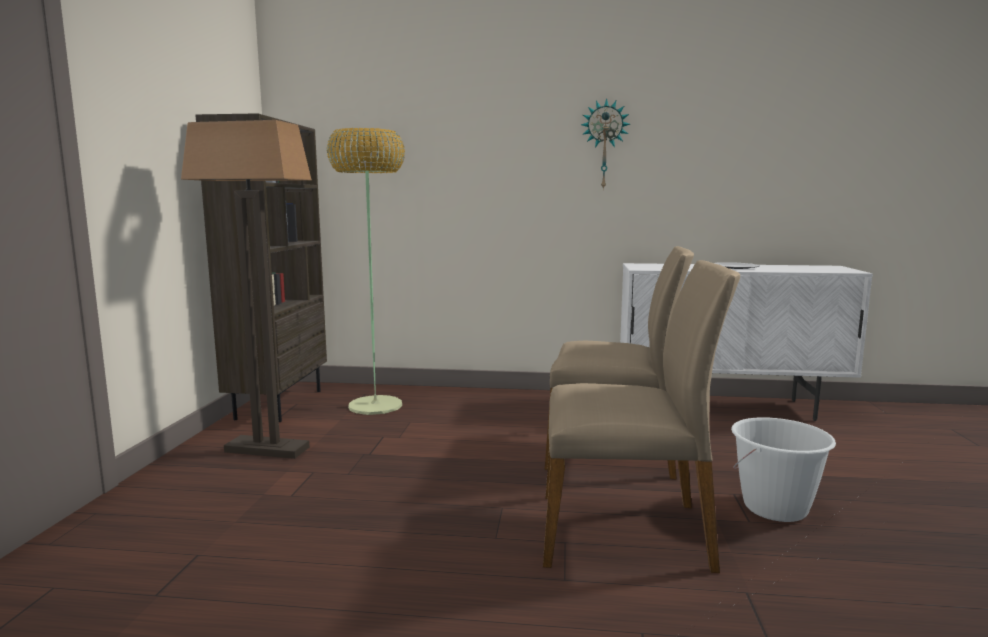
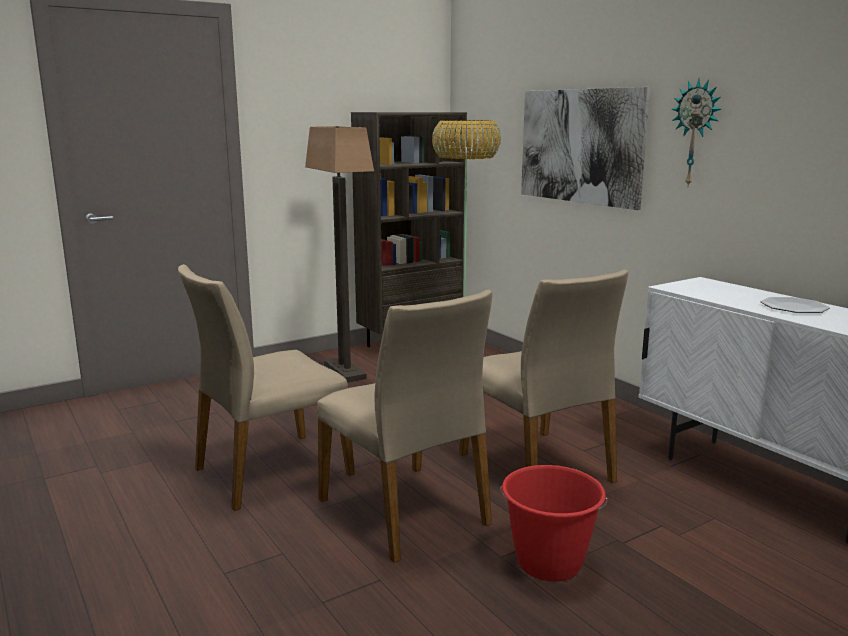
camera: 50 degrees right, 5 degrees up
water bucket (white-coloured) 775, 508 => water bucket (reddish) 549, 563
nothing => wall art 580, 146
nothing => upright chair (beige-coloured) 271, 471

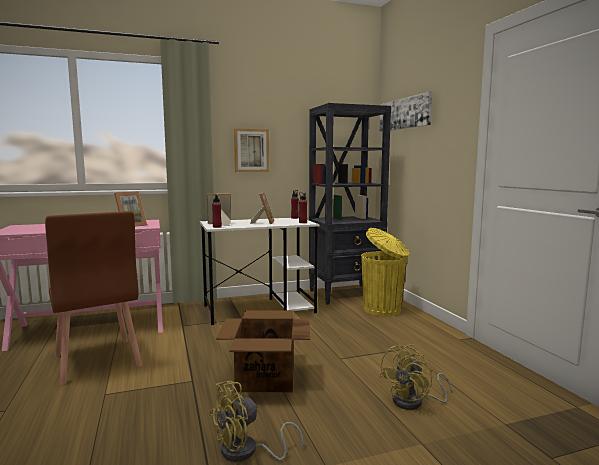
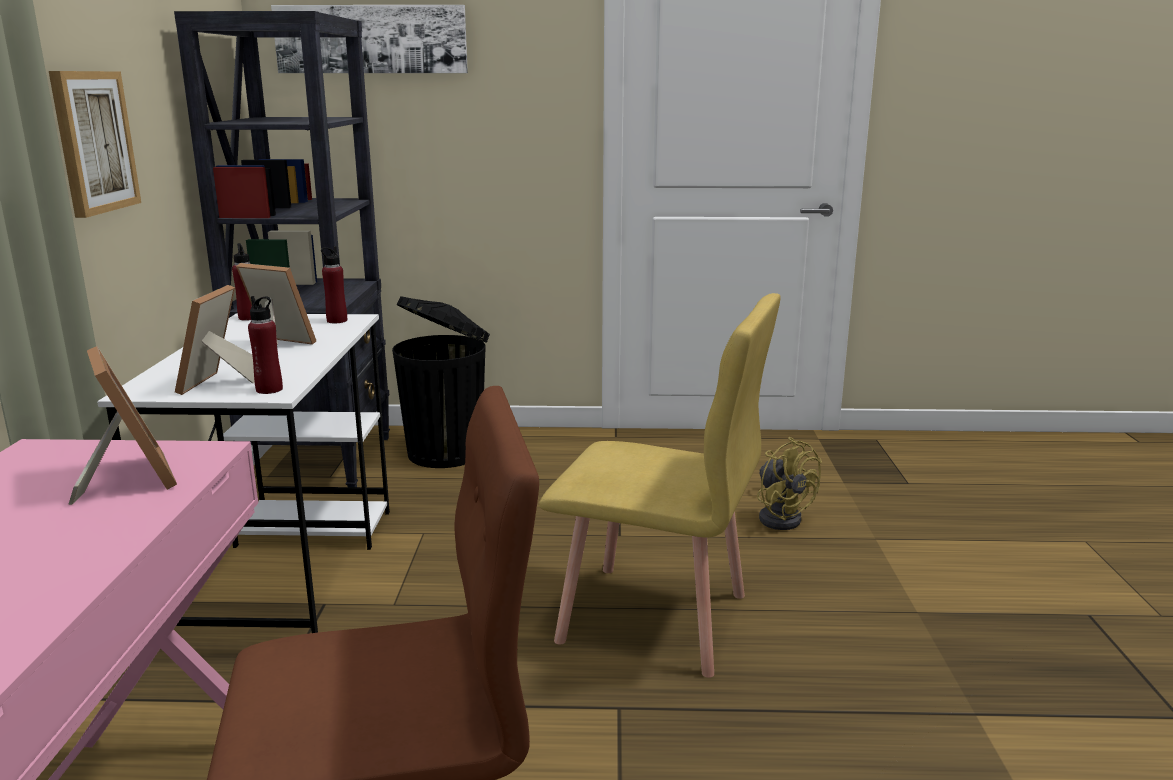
camera: 70 degrees left, 10 degrees up
trash can (yellowish) 383, 310 => trash can (black-coloured) 447, 452
cardboard box 265, 378 => upright chair (yellowish) 655, 619
fan (yellowish) 246, 452 => nothing

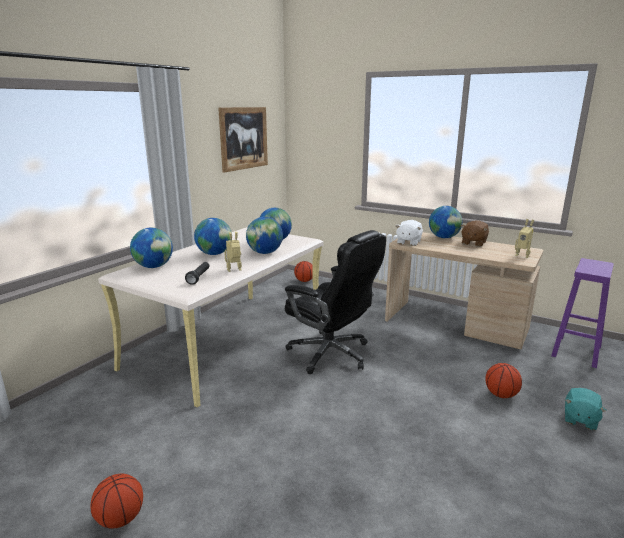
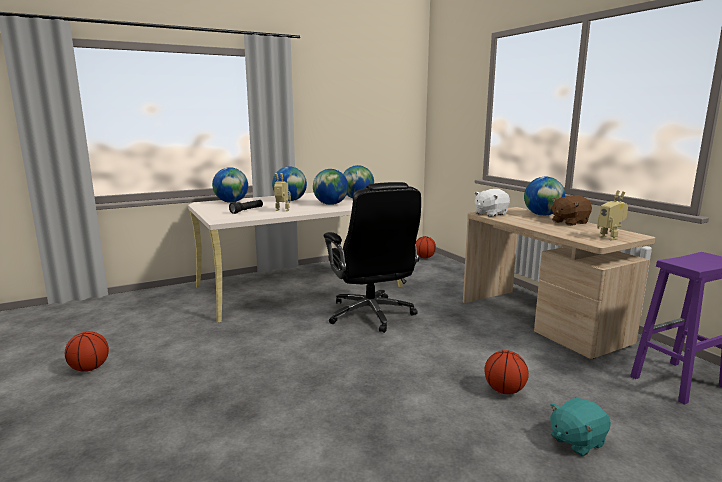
camera: 30 degrees right, 5 degrees down
wall art 244, 138 => nothing

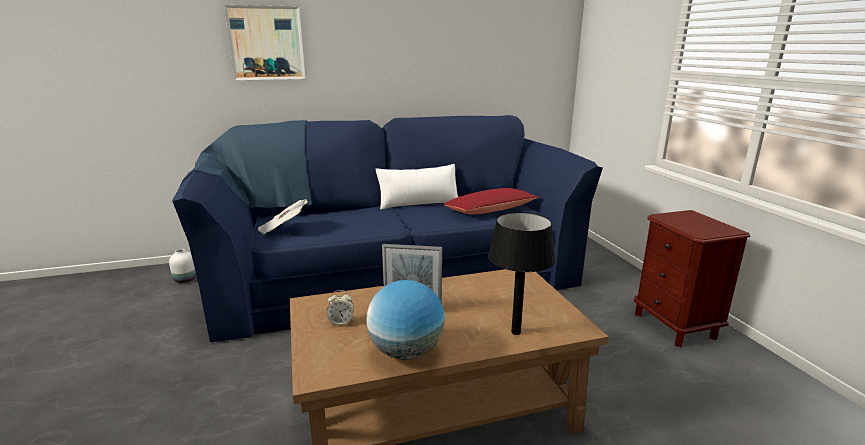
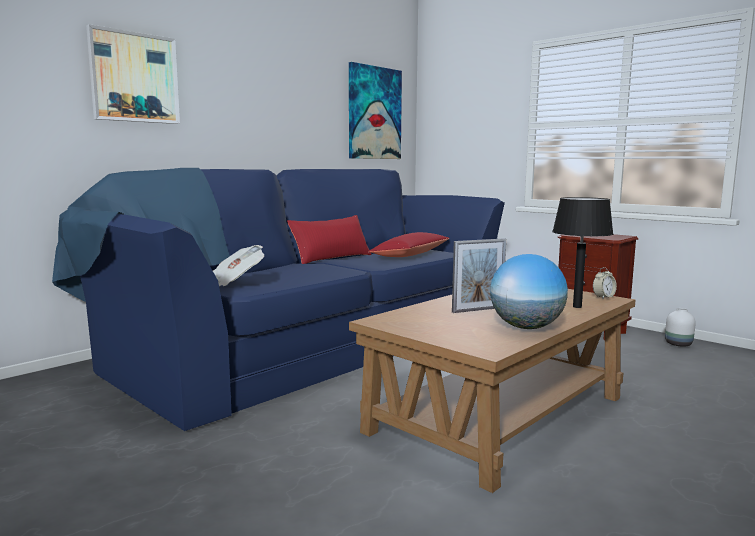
camera: 30 degrees left, 10 degrees down
cushion (white-coloured) 418, 204 => cushion (reddish) 331, 258
vase (white-coloured) 185, 279 => vase (white-coloured) 677, 344, moved
alarm clock 341, 322 => alarm clock 603, 297, moved
nothing => wall art 374, 113

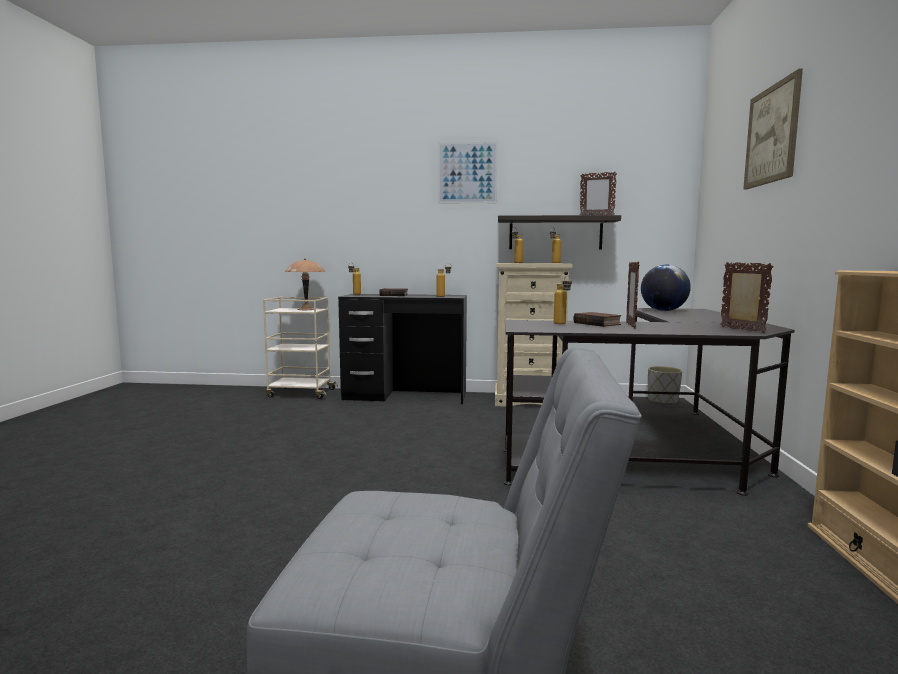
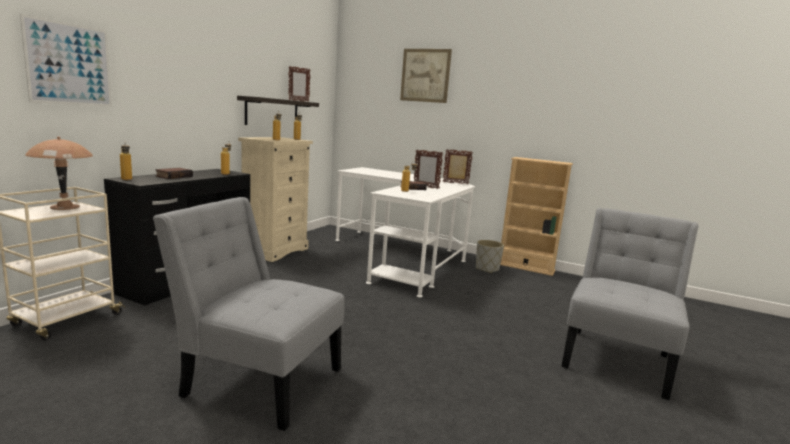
camera: 70 degrees left, 5 degrees up
wall art 467, 173 => wall art 69, 64, moved
globe 663, 311 => nothing
desk unit (black-coloured) 653, 452 => desk unit (white-coloured) 404, 257
planter (greyish) 662, 401 => planter (greyish) 487, 269, moved
nothing => upright chair (greyish) 257, 379

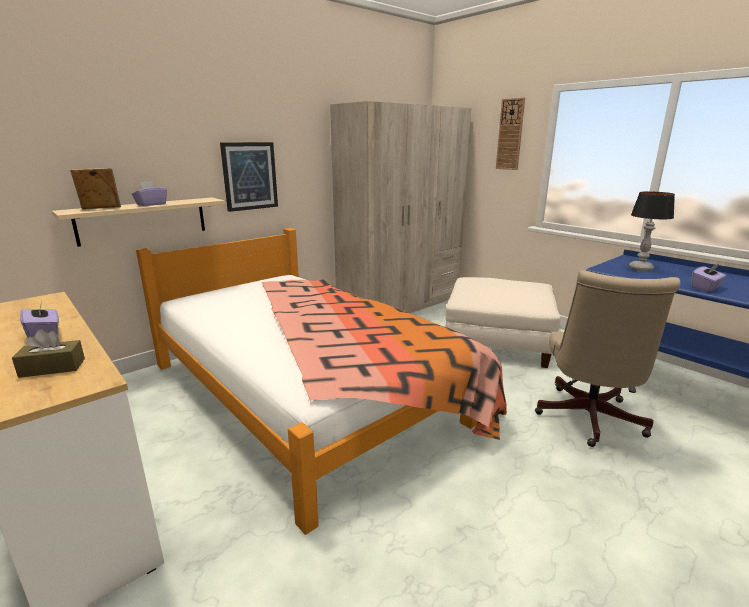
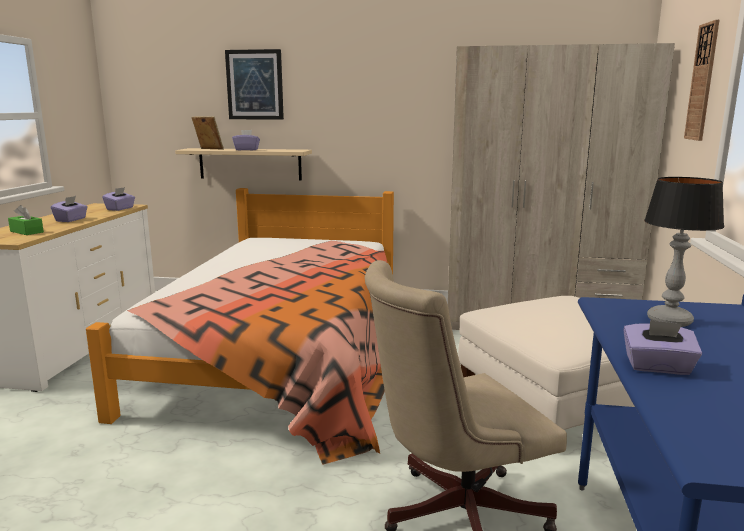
camera: 50 degrees right, 5 degrees down
wall art 250, 176 => wall art 255, 85, moved
box of tissues (brownish) 52, 368 => box of tissues (greenish) 26, 232
nothing => box of tissues (purple-coloured) 120, 209

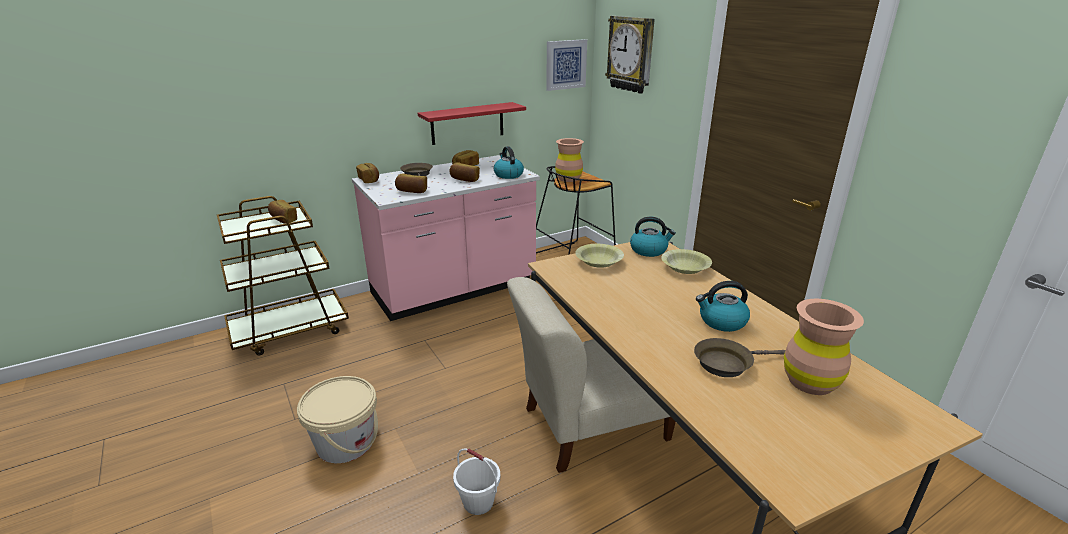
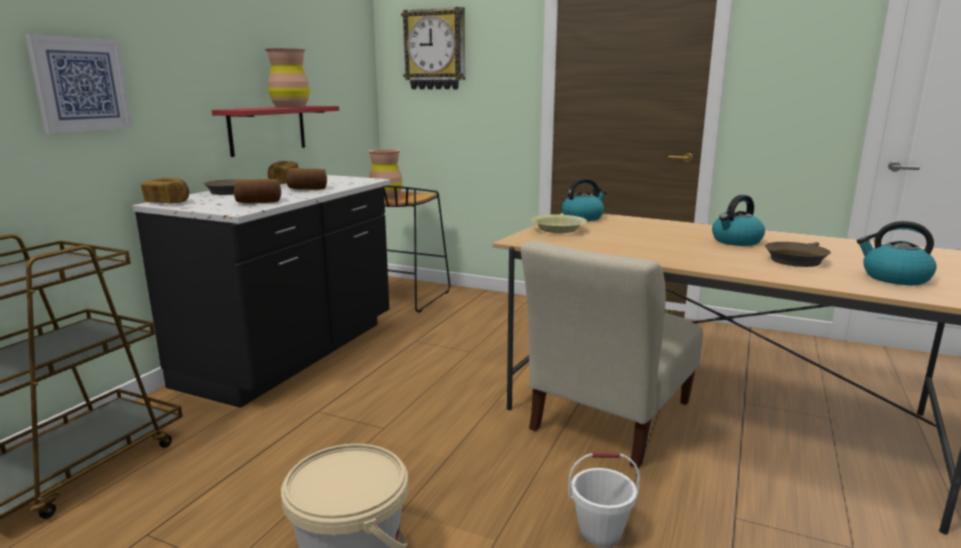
camera: 35 degrees left, 10 degrees down
wall art 565, 64 => wall art 81, 84, moved
kettle 508, 175 => kettle 894, 278, moved
kitchen base unit (pinkish) 454, 290 => kitchen base unit (black-coloured) 292, 354
bakery bread 283, 219 => nothing
deep dish (yellowish) 685, 268 => nothing
vase (brownish) 810, 381 => vase (brownish) 290, 107, moved

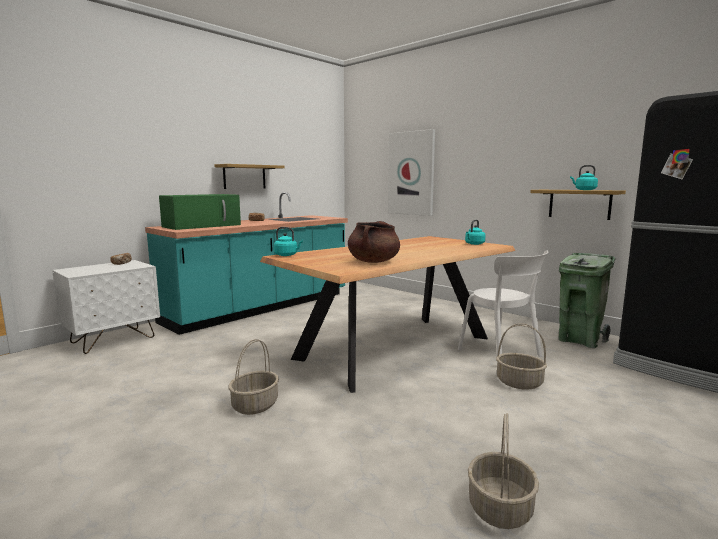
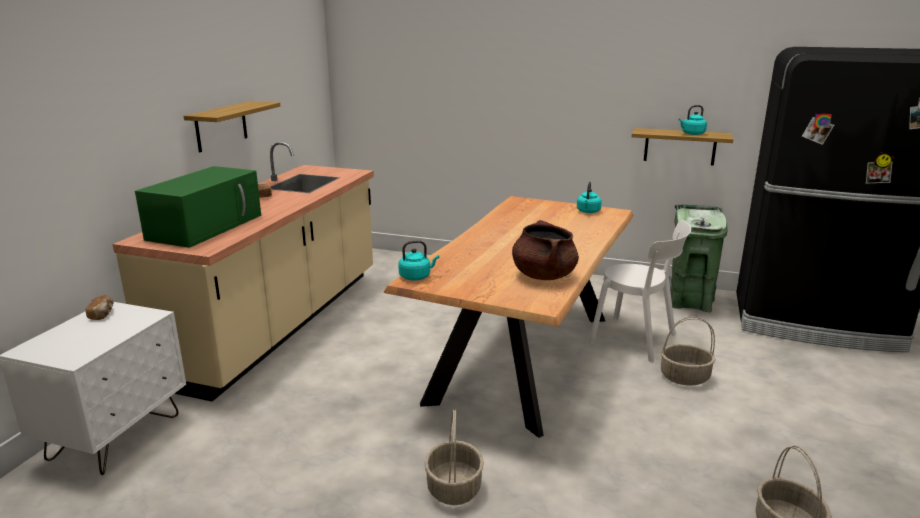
camera: 25 degrees left, 10 degrees up
wall art 411, 173 => nothing
kitchen base unit (turquoise-coloured) 261, 308 => kitchen base unit (beige-coloured) 280, 323

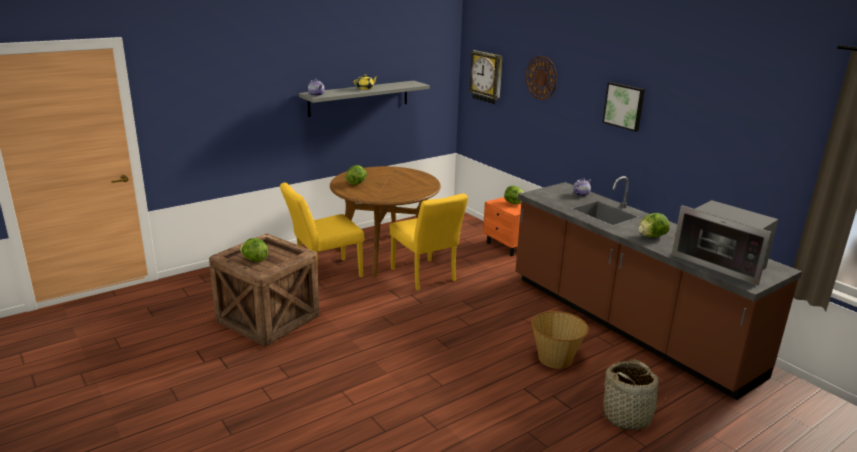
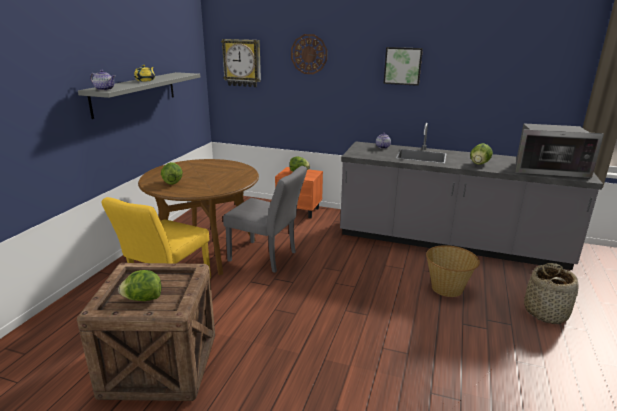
camera: 35 degrees left, 0 degrees up
kitchen base unit (brownish) 626, 325 => kitchen base unit (greyish) 449, 243
upright chair (yellowish) 426, 277 => upright chair (greyish) 267, 257

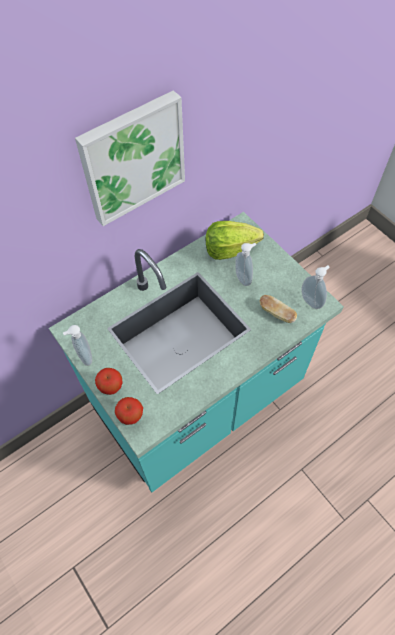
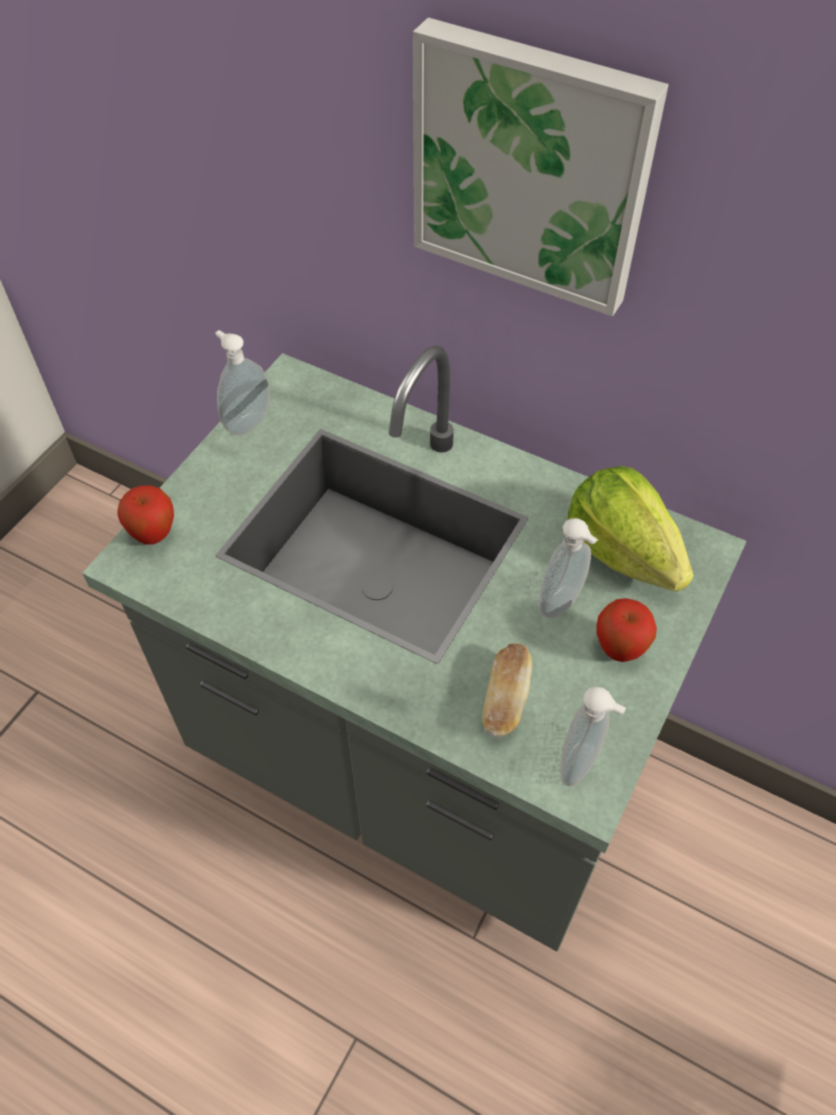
camera: 65 degrees right, 5 degrees down
kitchen base unit (turquoise-coloured) 199, 399 => kitchen base unit (greyish) 418, 763
whole apple 111, 387 => whole apple 619, 648, moved

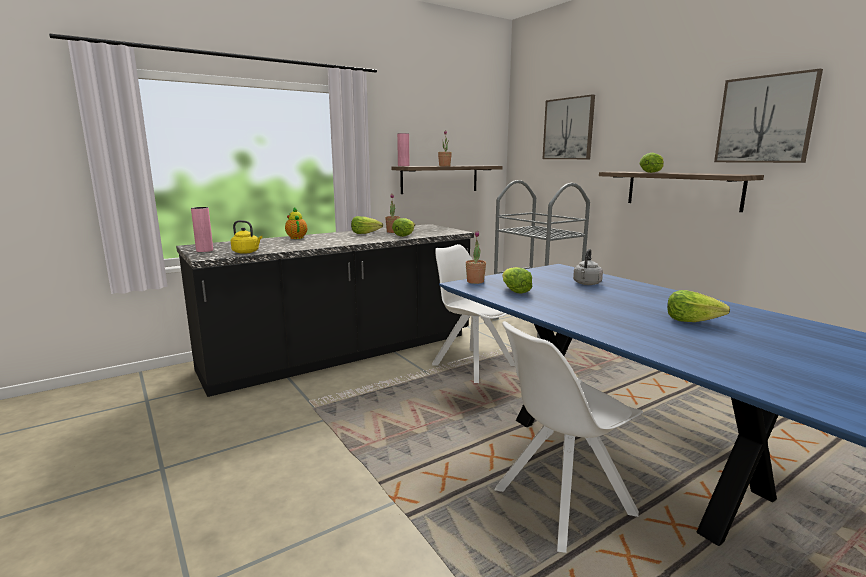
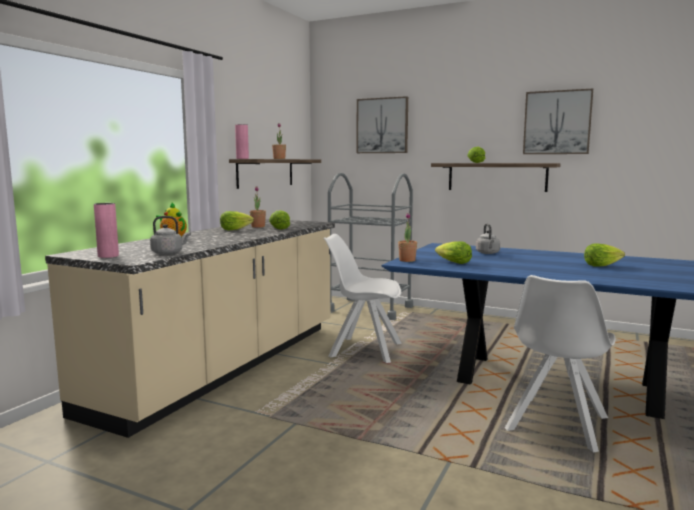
camera: 30 degrees left, 5 degrees down
kettle (yellowish) 247, 252 => kettle (greyish) 169, 253
kitchen base unit (black-coloured) 343, 353 => kitchen base unit (beige-coloured) 225, 365

